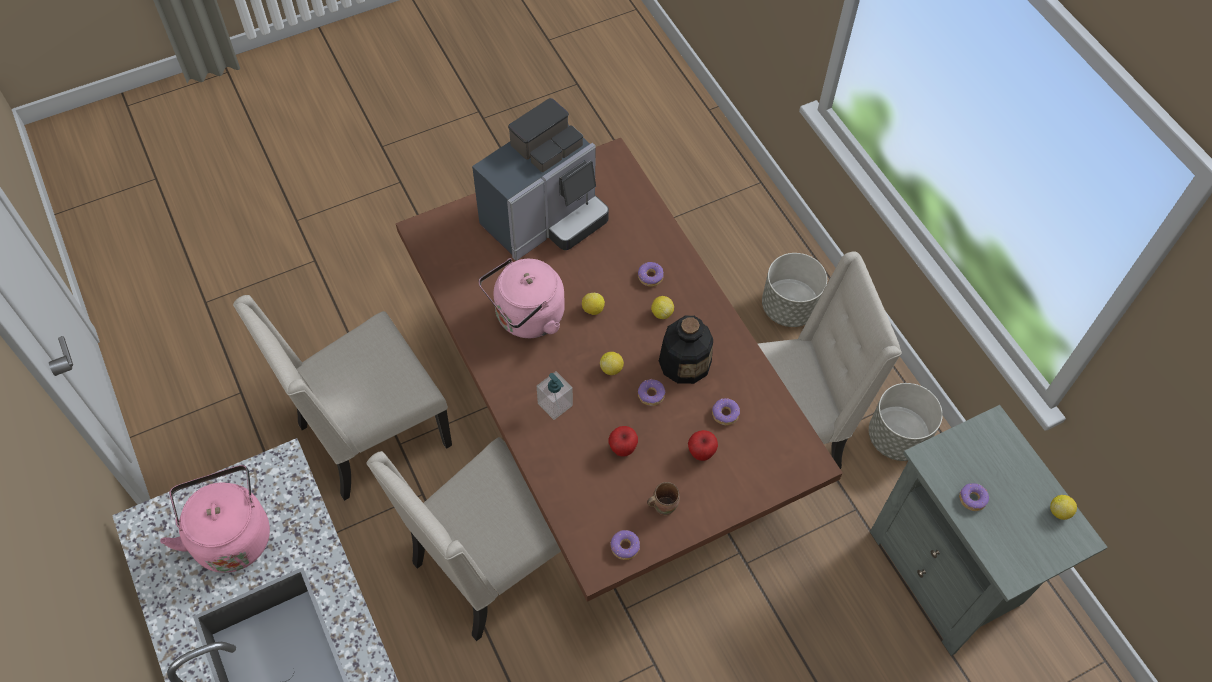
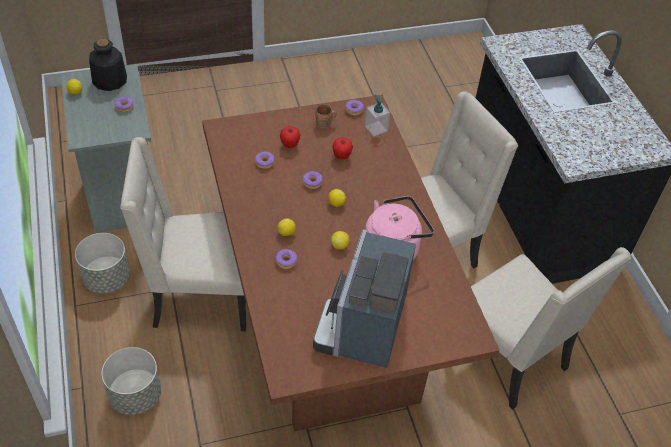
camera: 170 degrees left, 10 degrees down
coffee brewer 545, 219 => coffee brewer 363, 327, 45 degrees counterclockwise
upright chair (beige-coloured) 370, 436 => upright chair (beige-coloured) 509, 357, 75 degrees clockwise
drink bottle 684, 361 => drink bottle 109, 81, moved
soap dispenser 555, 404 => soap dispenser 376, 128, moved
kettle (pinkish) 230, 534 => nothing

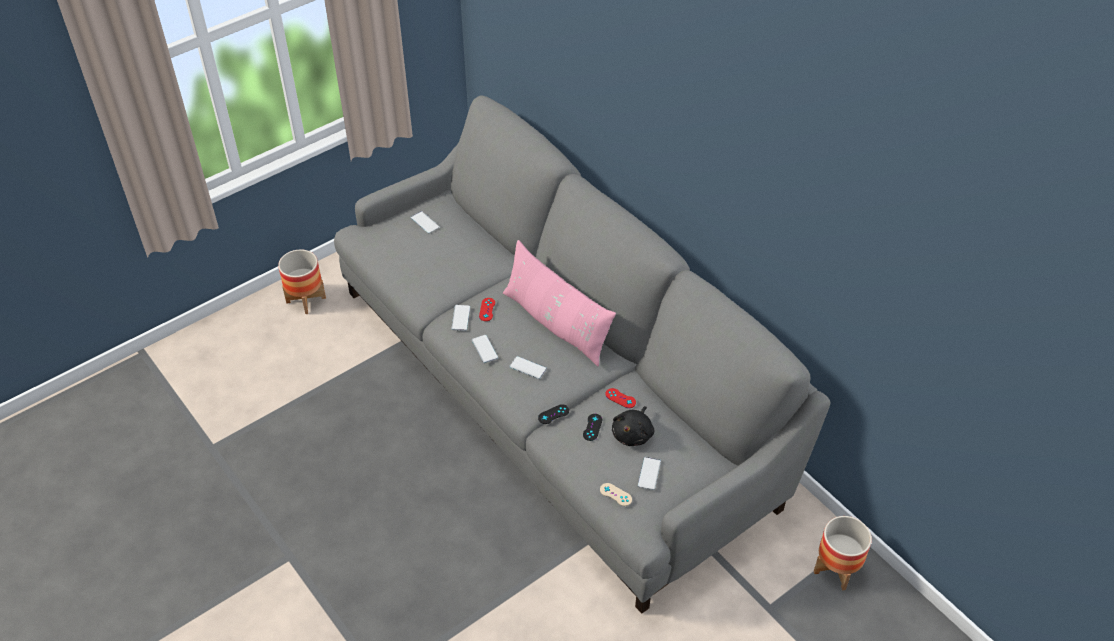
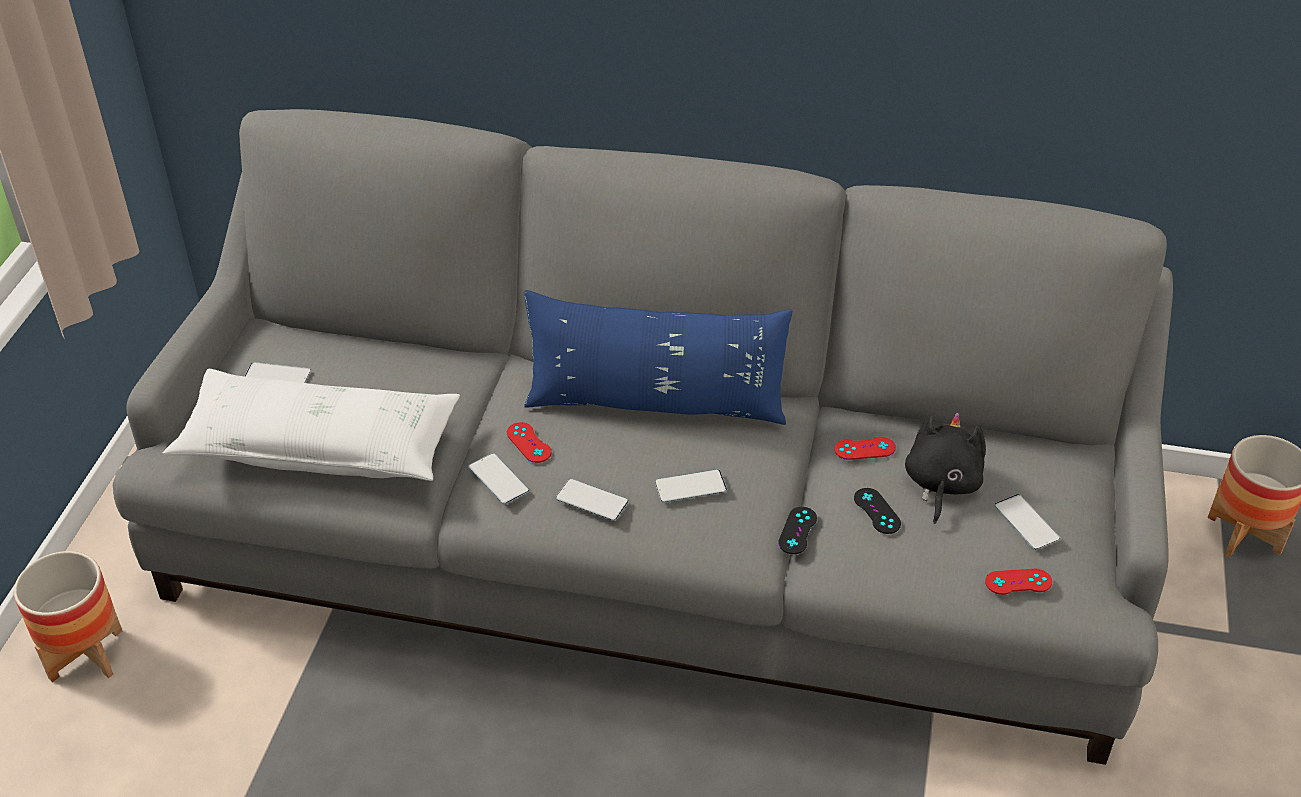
camera: 40 degrees left, 5 degrees down
cushion (pinkish) 556, 324 => cushion (blue-coloured) 655, 403
cuddly toy (black-coloured) 633, 434 => cuddly toy (black-coloured) 941, 484, 150 degrees counterclockwise
gamepad (beige-coloured) 615, 494 => gamepad (reddish) 1018, 582
nothing => cushion (white-coloured) 320, 446

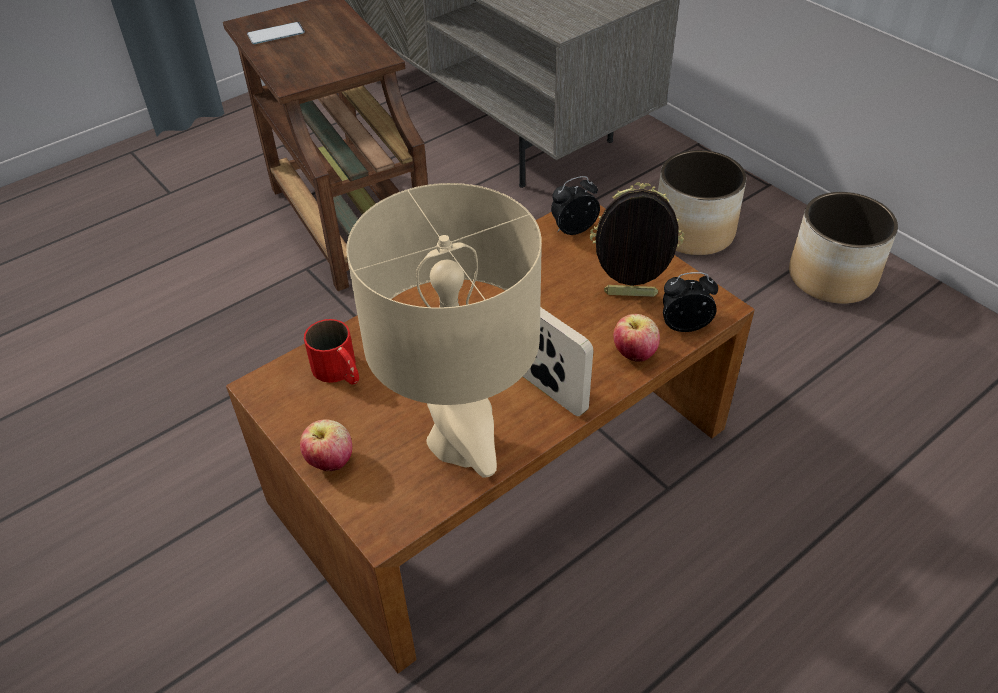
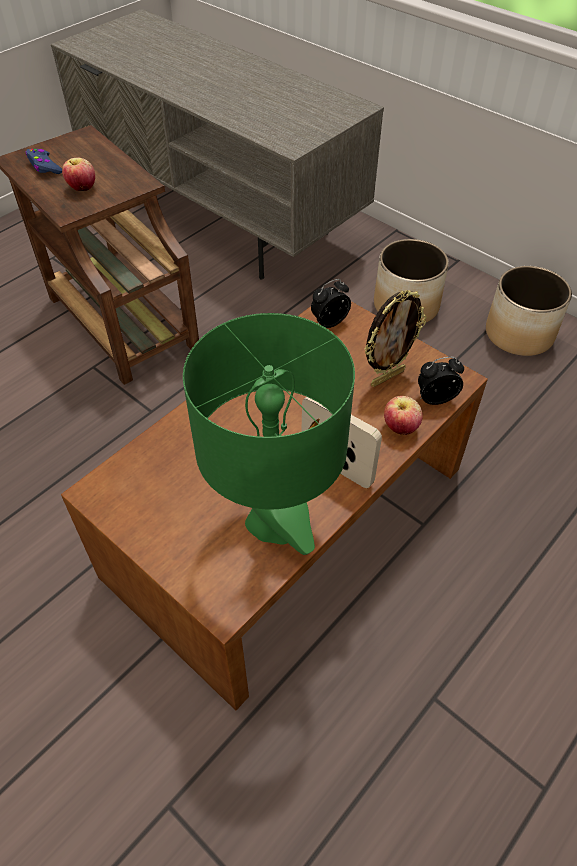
camera: 10 degrees left, 5 degrees up
telephone 276, 34 => gamepad (blue-coloured) 44, 167
lamp for a table (beige-coloured) 460, 442 => lamp for a table (greenish) 273, 522
photo frame 630, 296 => photo frame 387, 377, 150 degrees clockwise
coffee mug (reddish) 340, 372 => nothing
whole apple 330, 461 => whole apple 82, 188, moved

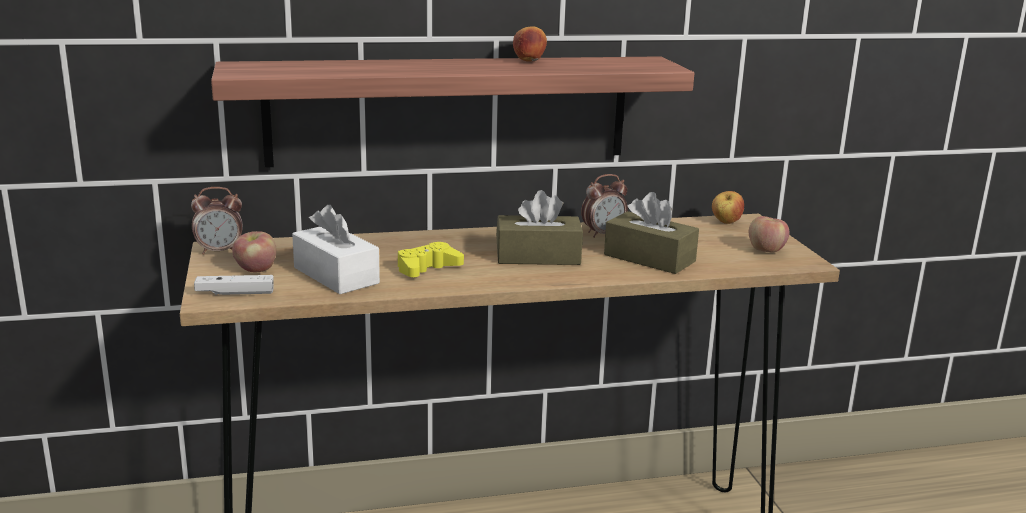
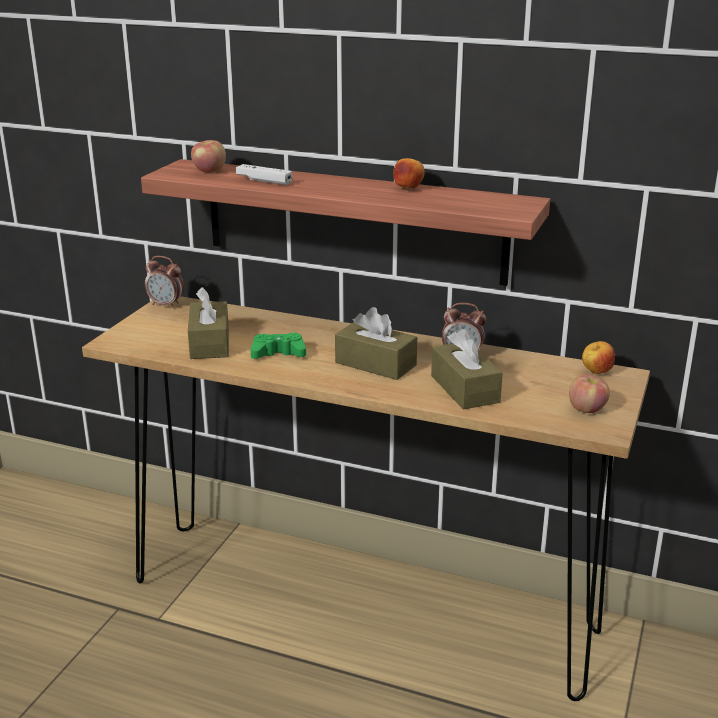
camera: 35 degrees right, 5 degrees up
box of tissues (white-coloured) 336, 275 => box of tissues (brownish) 209, 343
whole apple 256, 270 => whole apple 209, 171, moved
gamepad (yellowish) 427, 268 => gamepad (greenish) 278, 353
gamepad (white-coloured) 235, 293 => gamepad (white-coloured) 264, 181, moved

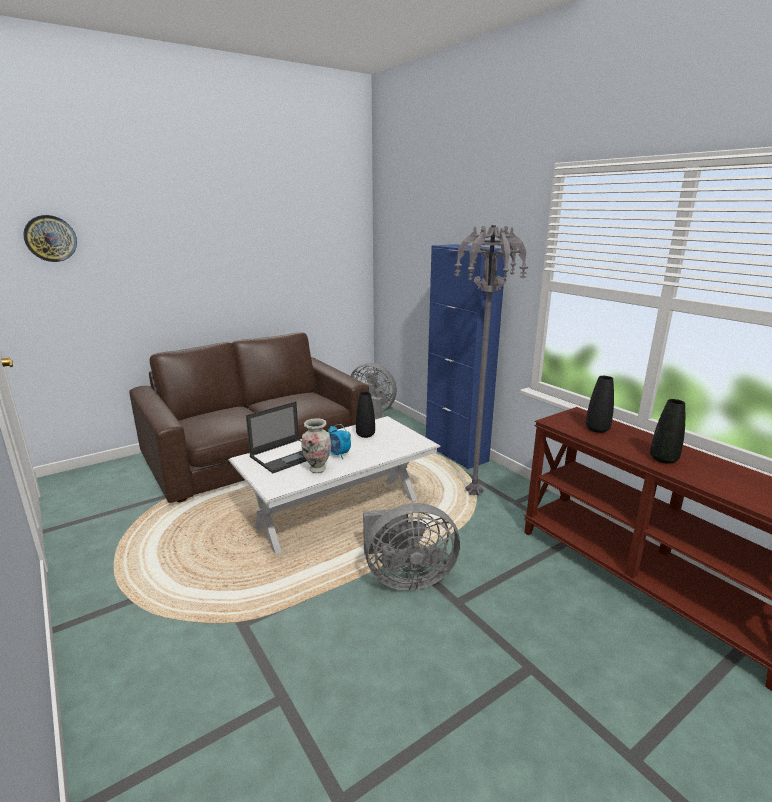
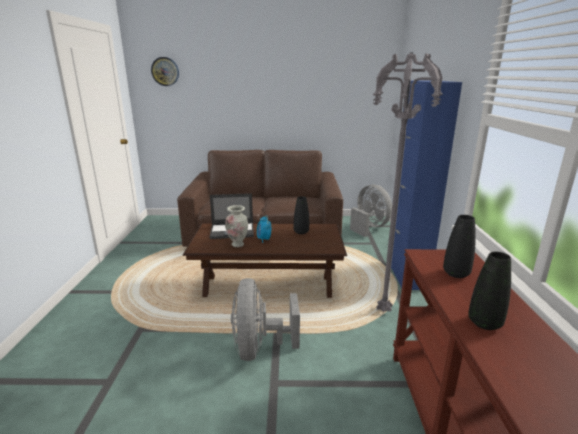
camera: 35 degrees right, 0 degrees up
coffee table (white-coloured) 339, 513 => coffee table (brownish) 268, 286
fan (greyish) 406, 578 => fan (greyish) 259, 348, 60 degrees clockwise

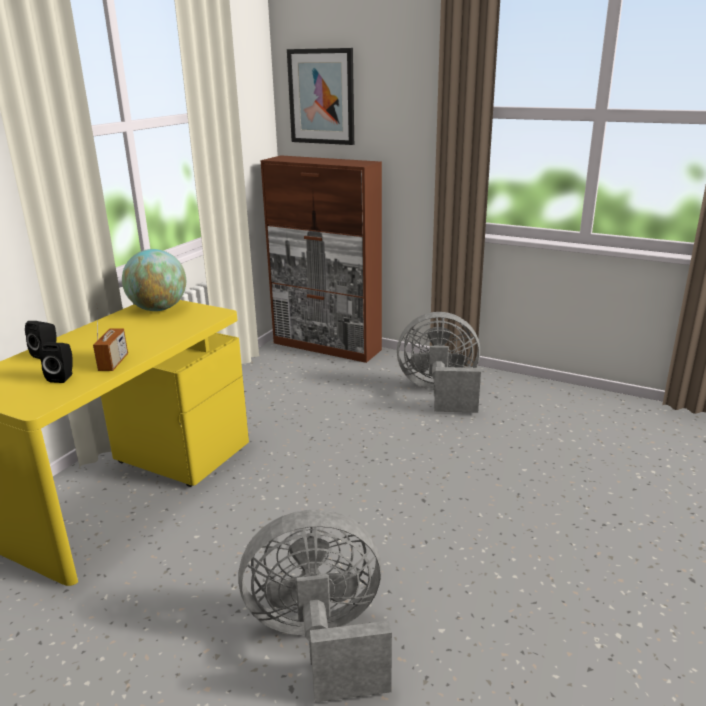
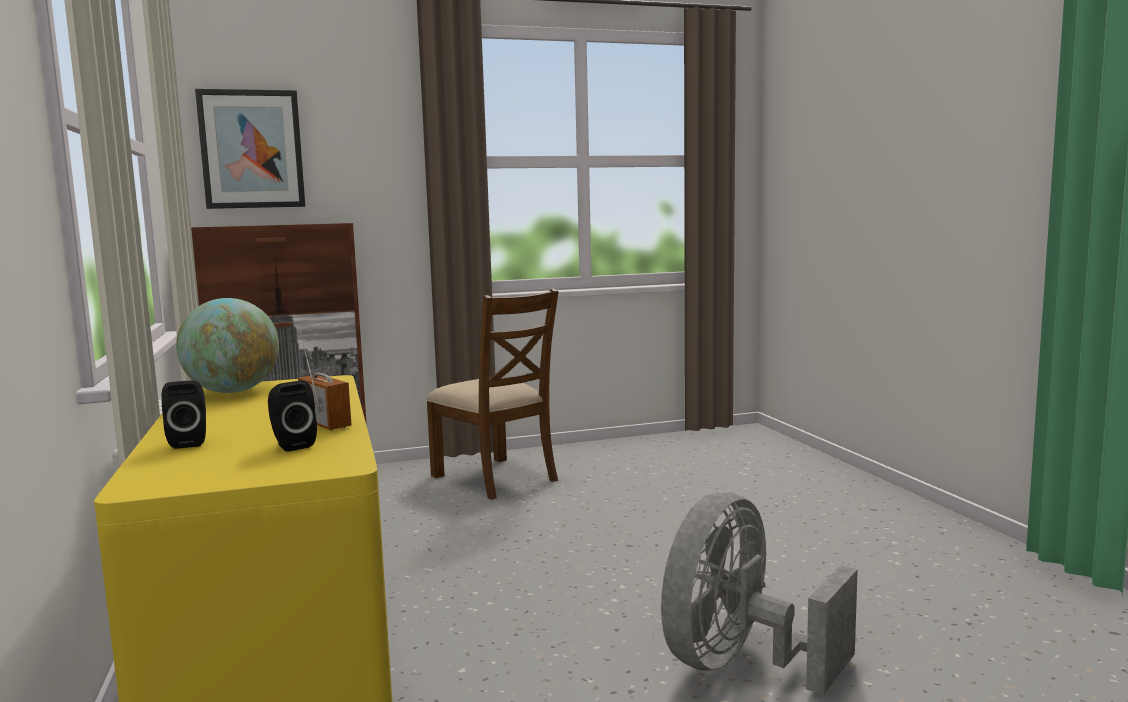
camera: 45 degrees left, 15 degrees down
fan (greyish) 440, 393 => upright chair (brownish) 496, 478

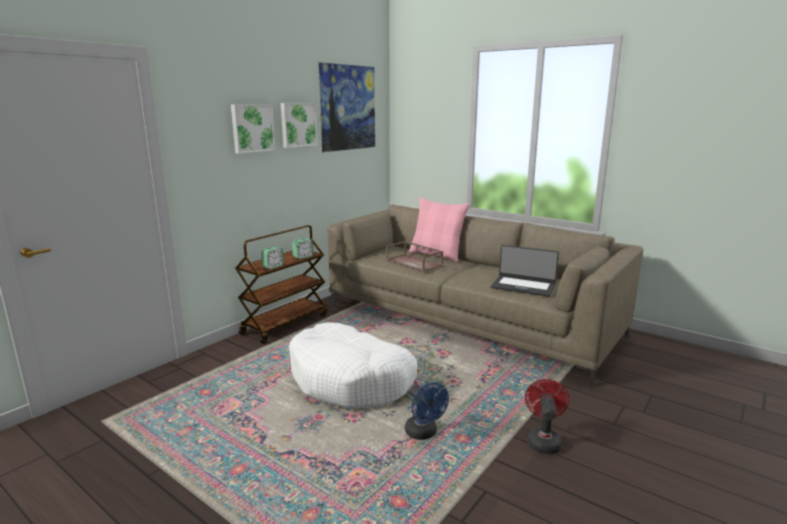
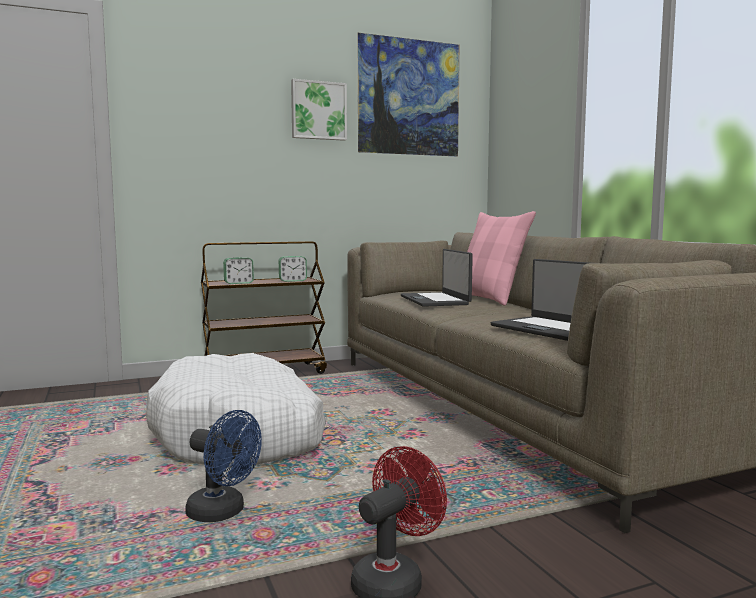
camera: 30 degrees right, 10 degrees down
wall art 252, 128 => nothing
carrying tray (brownish) 414, 263 => laptop 435, 300
fan (blue-coloured) 424, 434 => fan (blue-coloured) 223, 513, 60 degrees counterclockwise

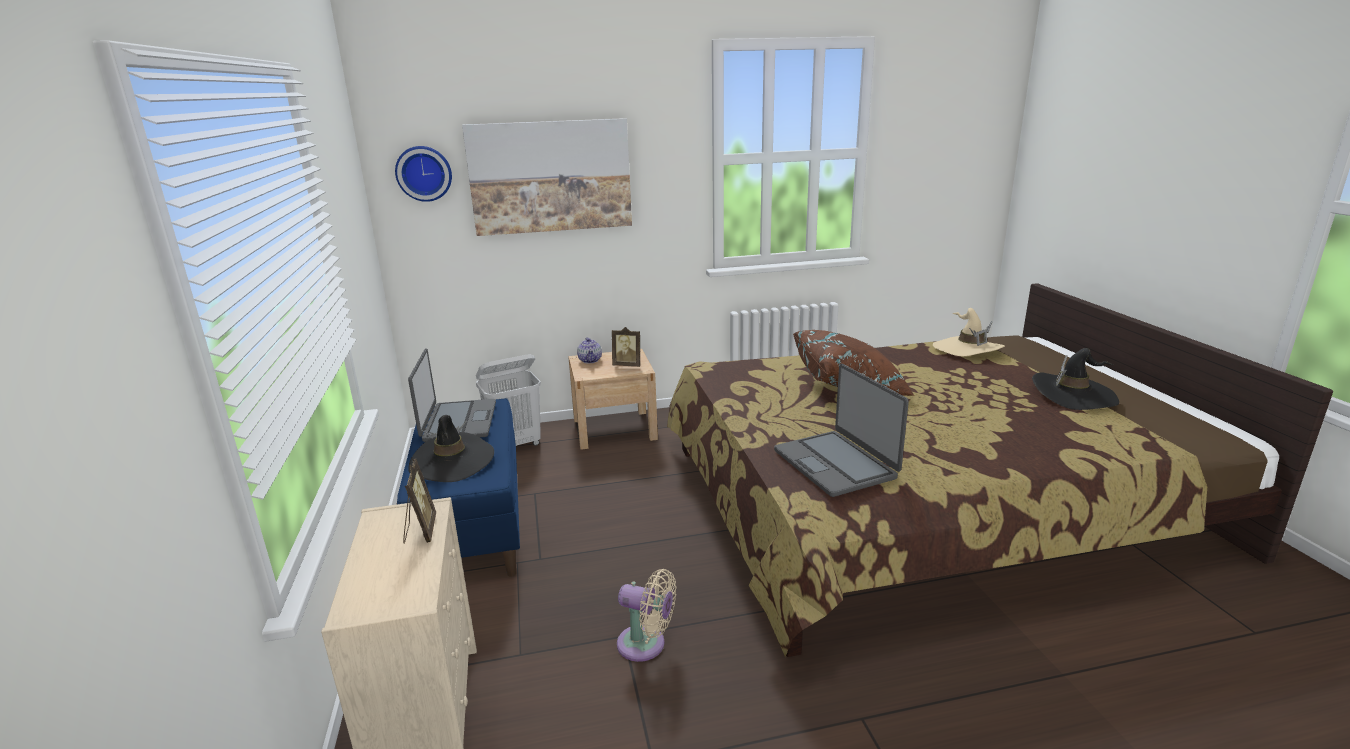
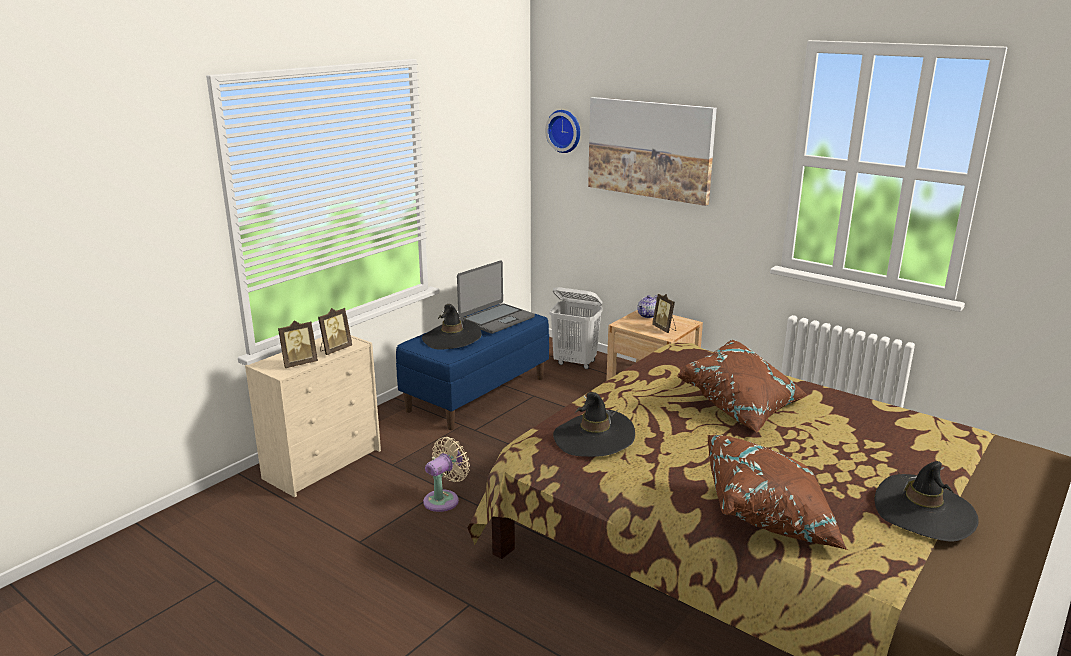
camera: 50 degrees right, 0 degrees up
clothing hat (beige-coloured) 967, 349 => nothing
laptop 835, 464 => clothing hat (black-coloured) 593, 438
fan (beige-coloured) 646, 645 => fan (beige-coloured) 444, 499, 120 degrees counterclockwise
nothing => photo frame 299, 363
nothing => cushion (brownish) 769, 515

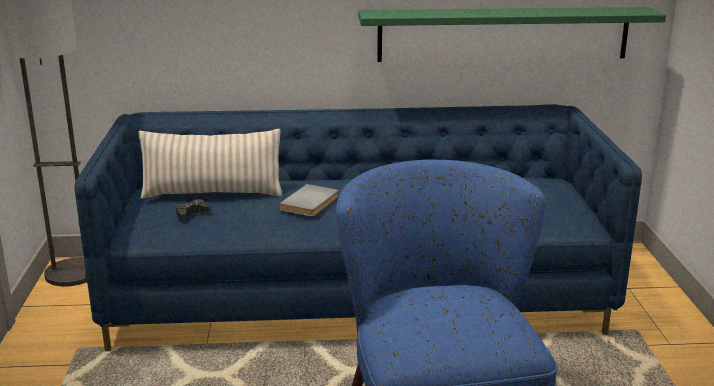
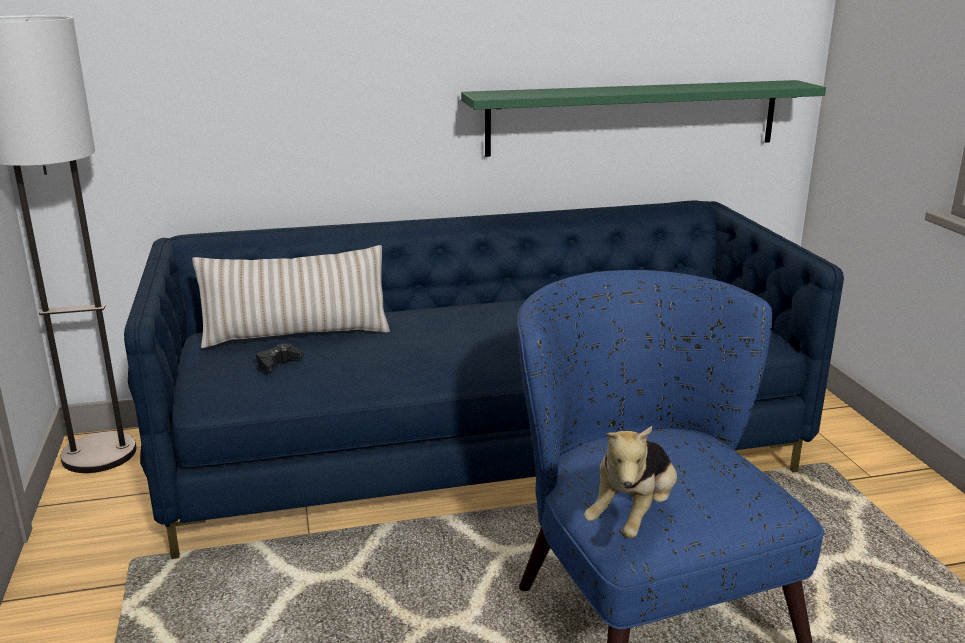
camera: 10 degrees left, 0 degrees up
book (greyish) 311, 203 => nothing
nothing => cuddly toy 633, 515

